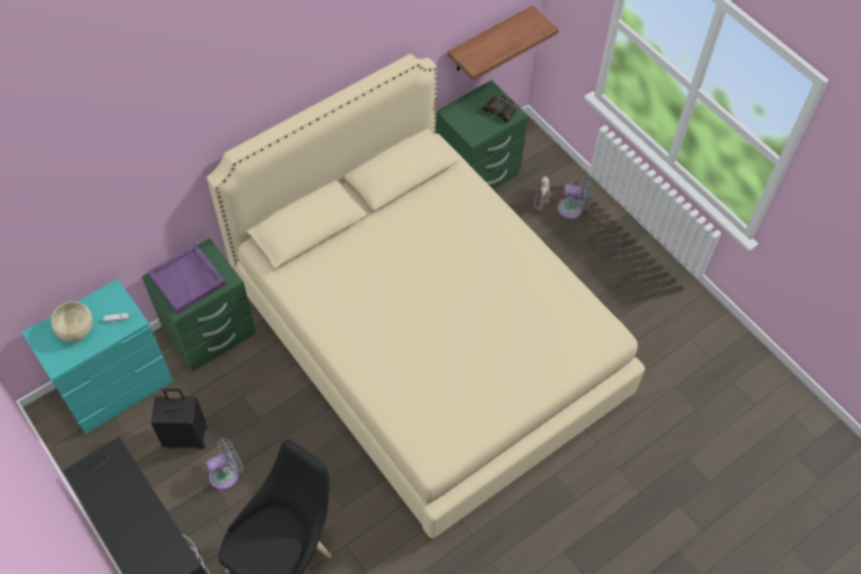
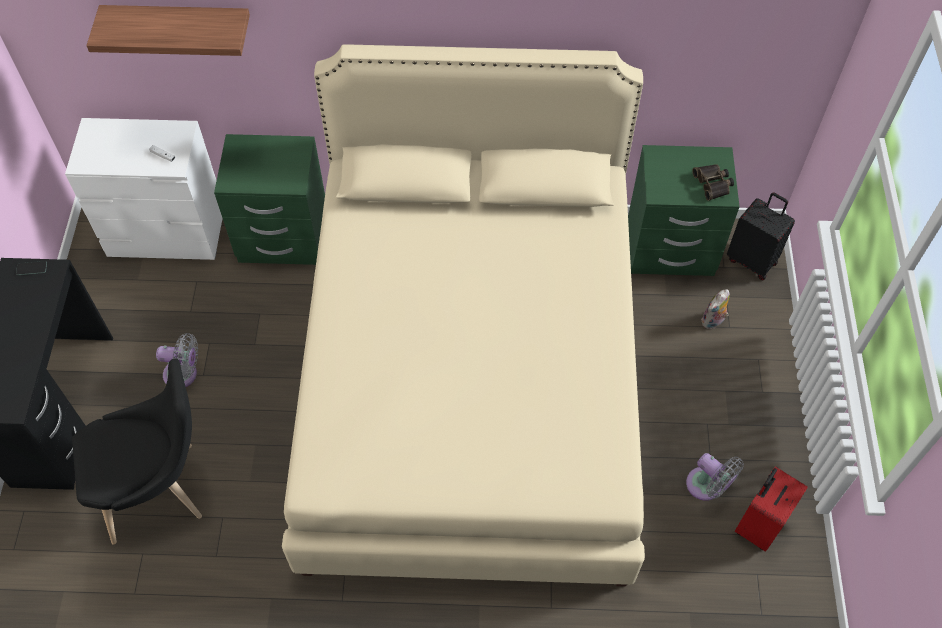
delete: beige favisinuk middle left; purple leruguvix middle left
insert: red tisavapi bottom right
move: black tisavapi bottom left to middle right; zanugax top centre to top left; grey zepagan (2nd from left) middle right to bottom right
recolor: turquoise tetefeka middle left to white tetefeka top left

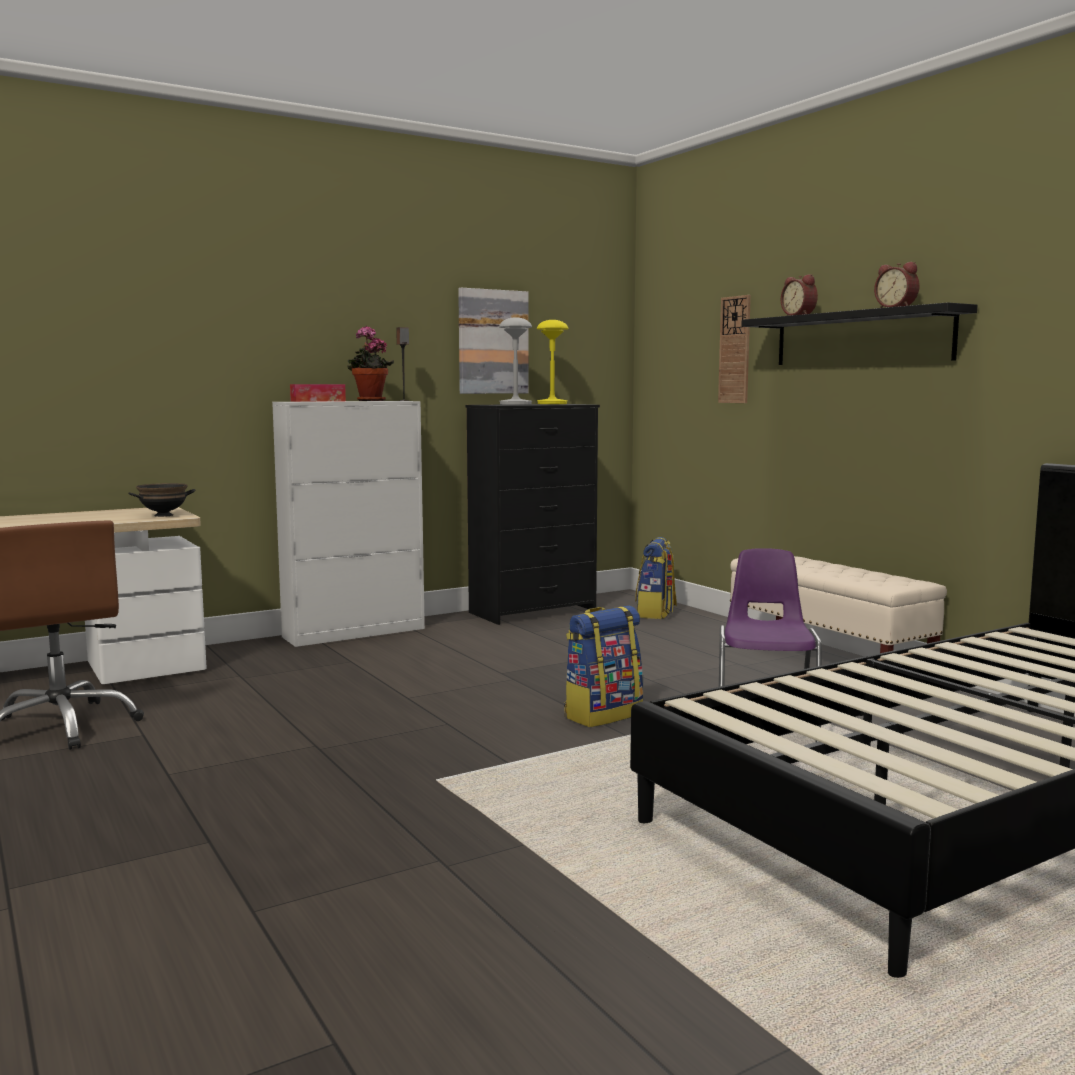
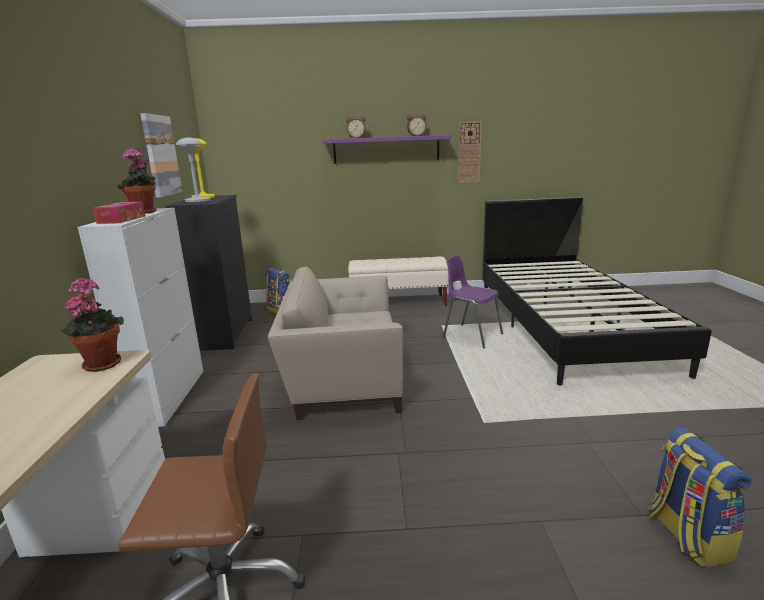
insert: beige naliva centre
move: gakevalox (1st from left in the first image) centre to gakevalox (2nd from left) bottom right; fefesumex top right to top centre
replace: black favisinuk middle left to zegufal (1st from left) middle left
recolor: black zanugax top right to purple zanugax top centre

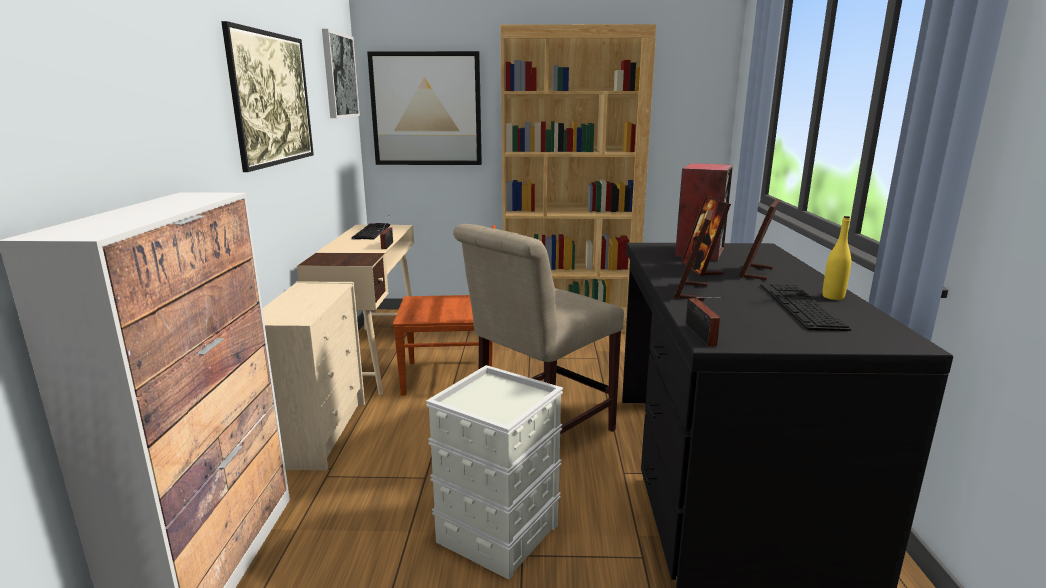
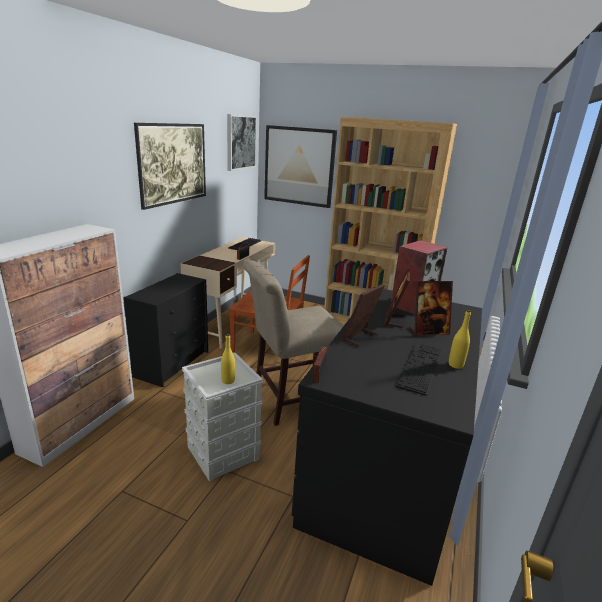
insert: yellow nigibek (1st from left) centre
recolor: beige tetefeka middle left to black tetefeka middle left
rotate: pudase (3rd from left) middle right = middle right 150 degrees counterclockwise

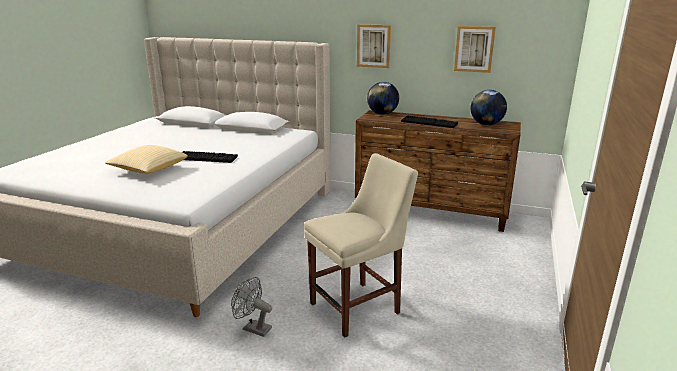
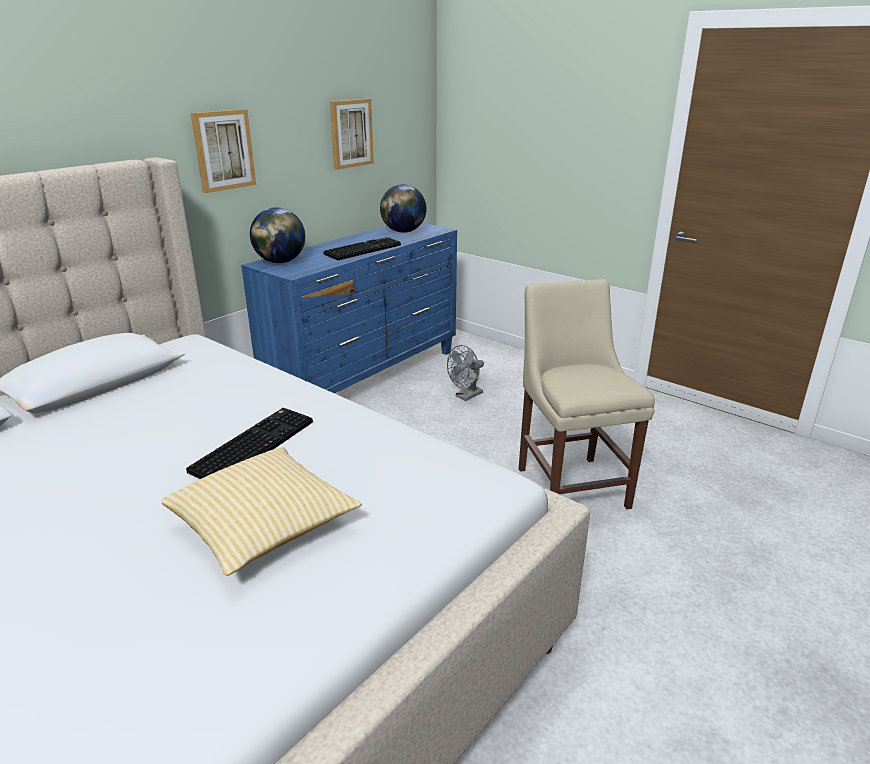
move: grey zepagan bottom centre to centre
recolor: brown tetefeka centre to blue tetefeka centre

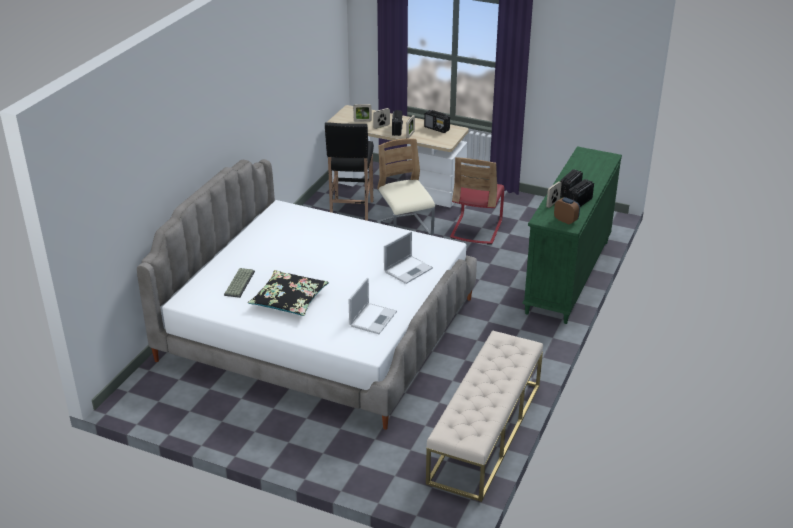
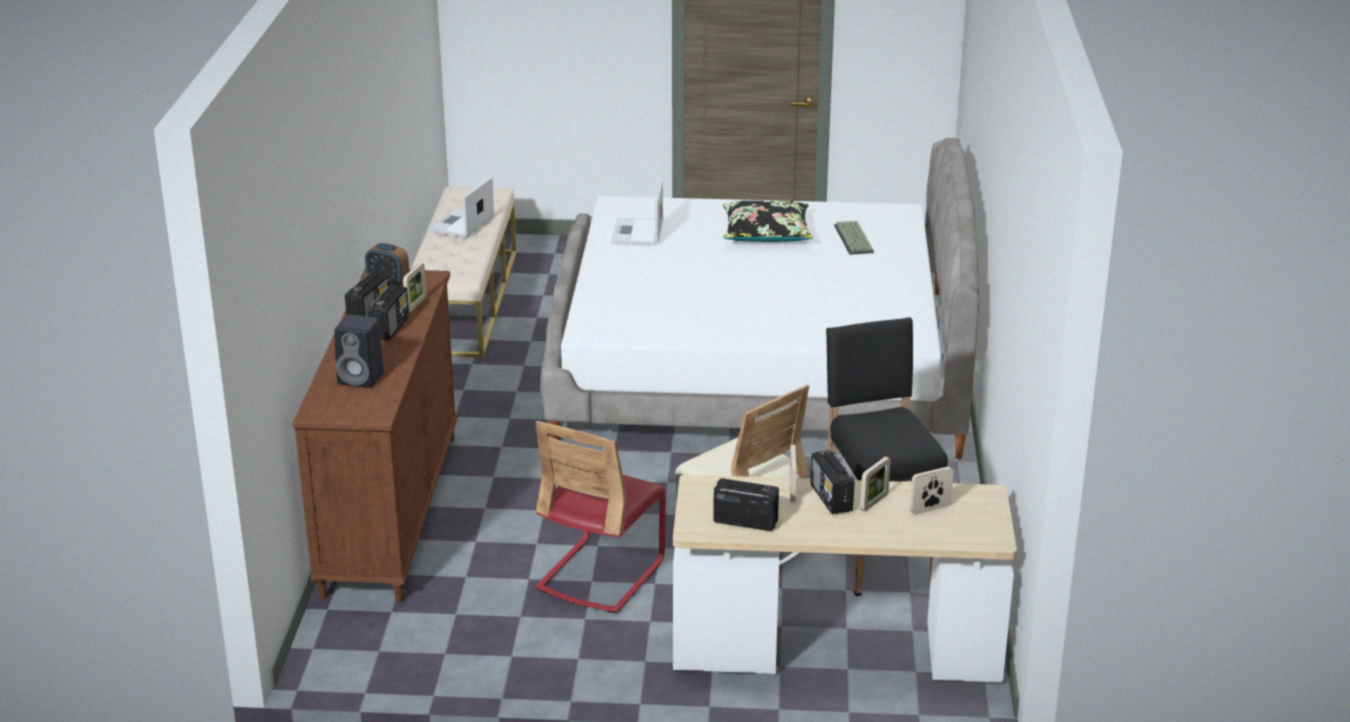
insert: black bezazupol middle left
move: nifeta (2nd from left in the first image) centre to nifeta (1st from left) top centre
recolor: green tetefeka middle right to brown tetefeka middle left
rotate: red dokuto centre = bottom centre 150 degrees counterclockwise

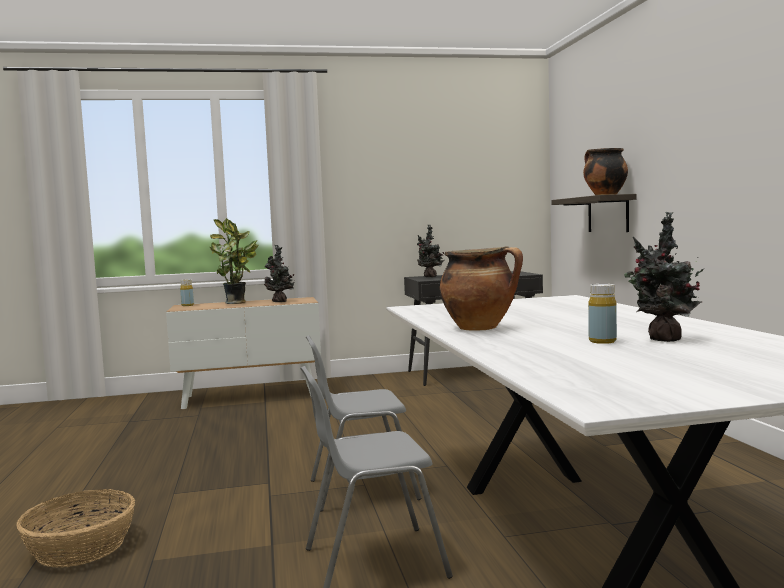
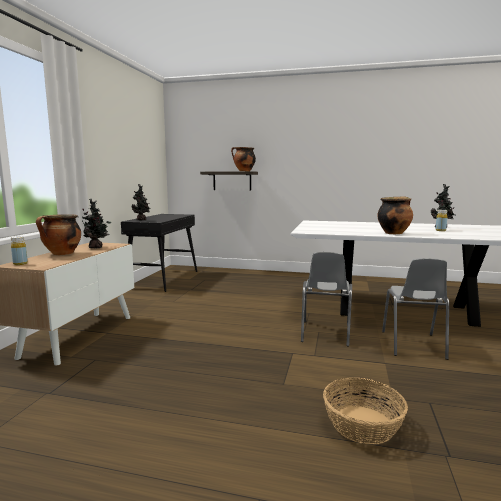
replace: zegufal (1st from left) middle left to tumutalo (1st from left) middle left

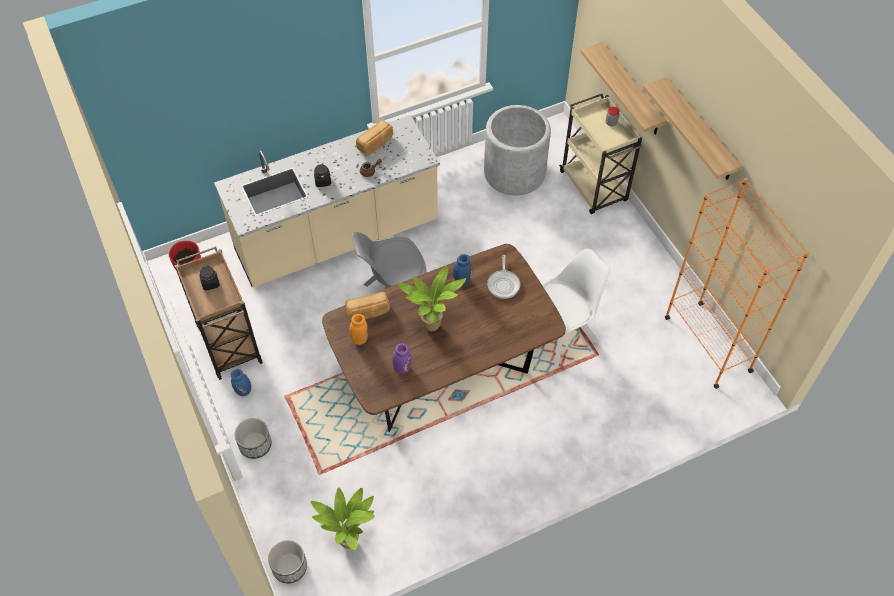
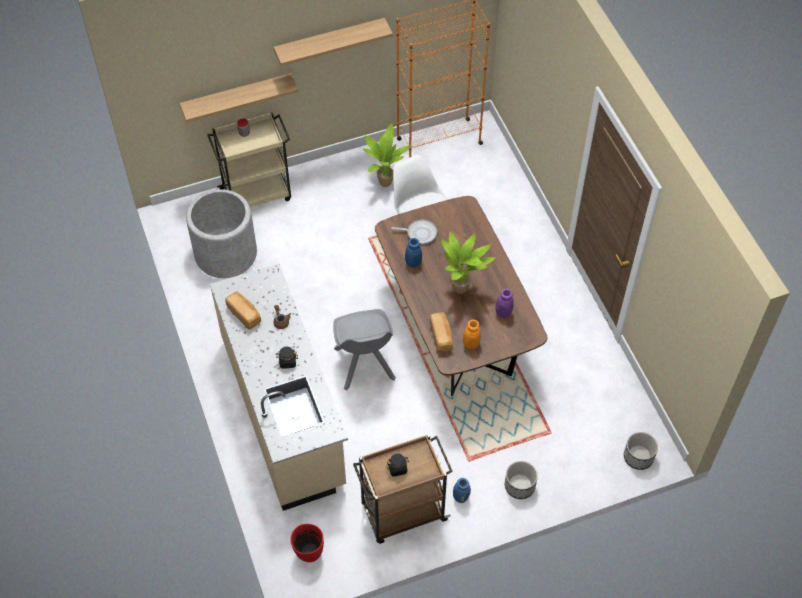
move: zegufal (1st from left) bottom centre to top centre

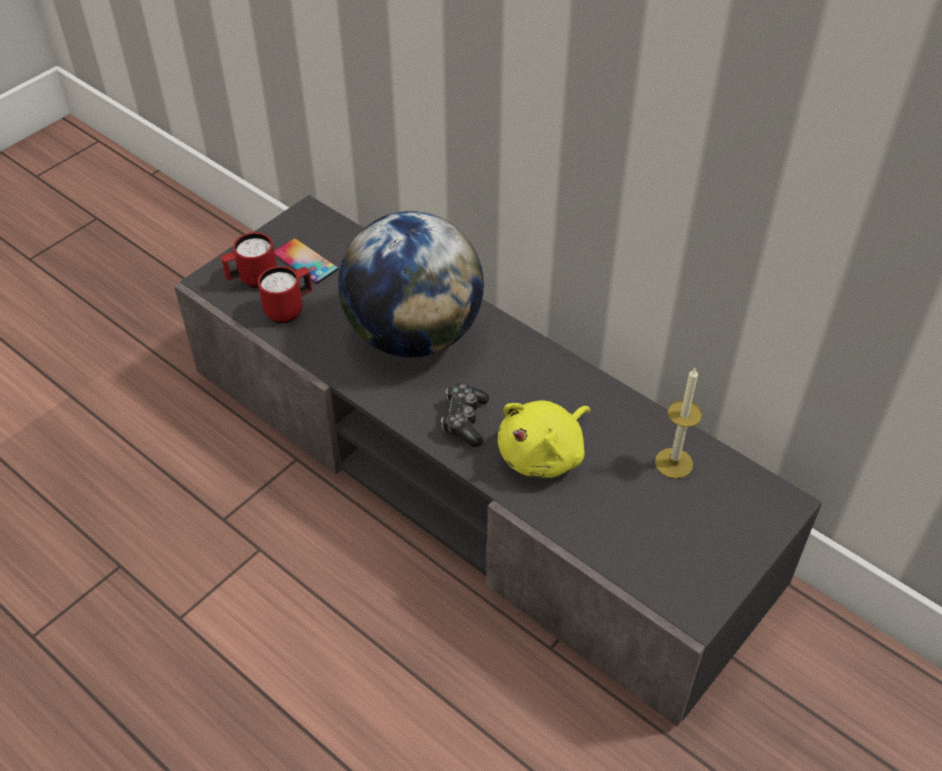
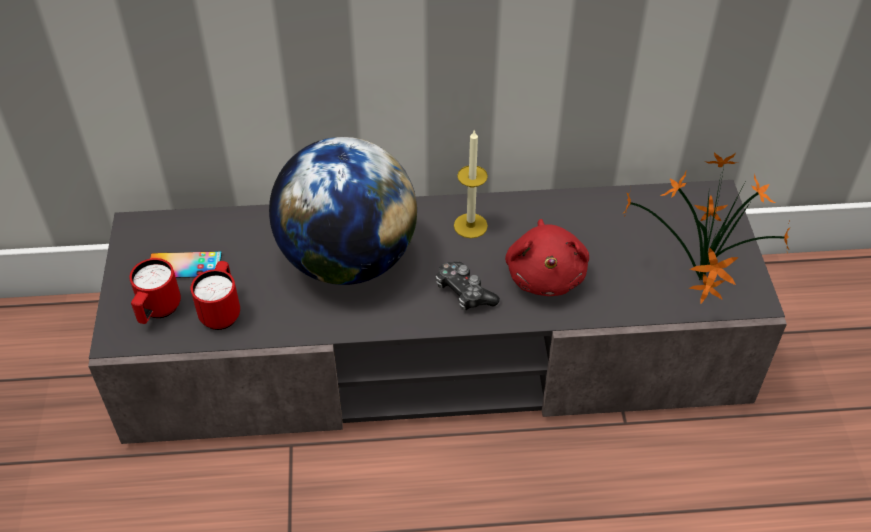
insert: zegufal middle right
move: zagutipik middle right to centre
recolor: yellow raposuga centre to red raposuga centre

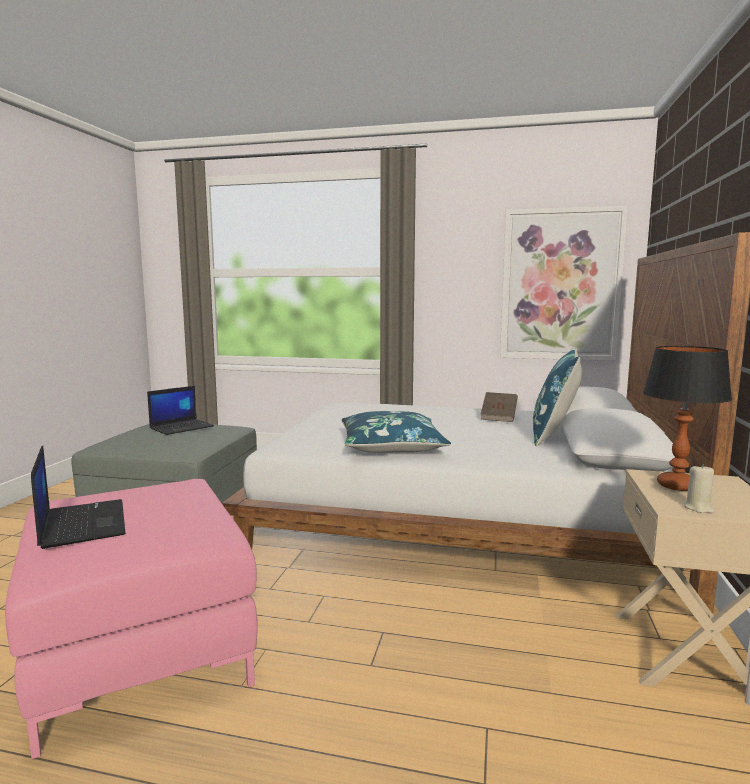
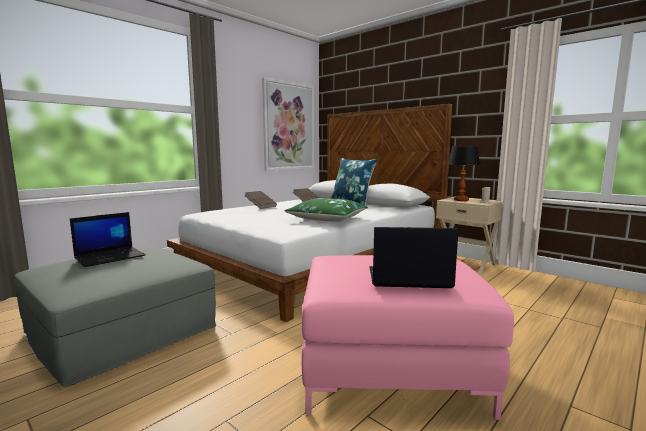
insert: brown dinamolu (1st from left) centre
recolor: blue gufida (1st from left) centre to green gufida centre
rotate: nifeta (2nd from left in the first image) middle left = middle left 60 degrees clockwise

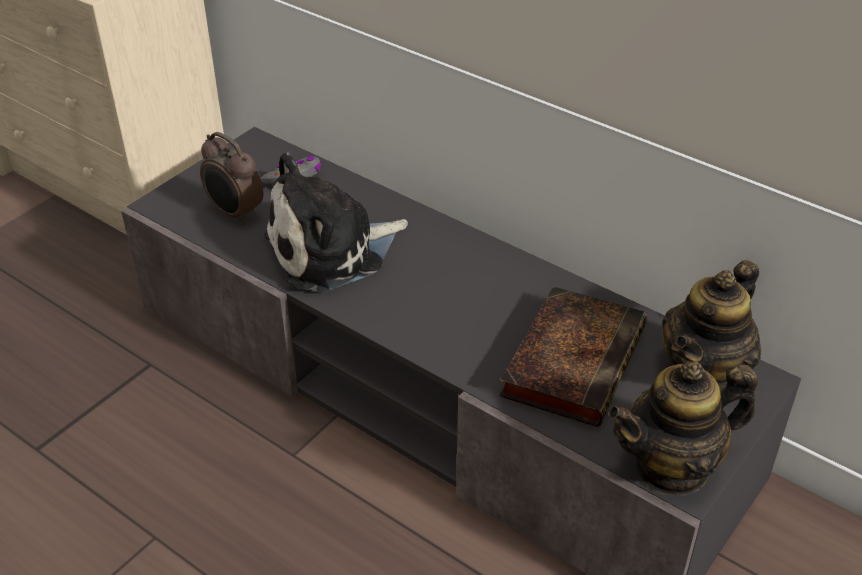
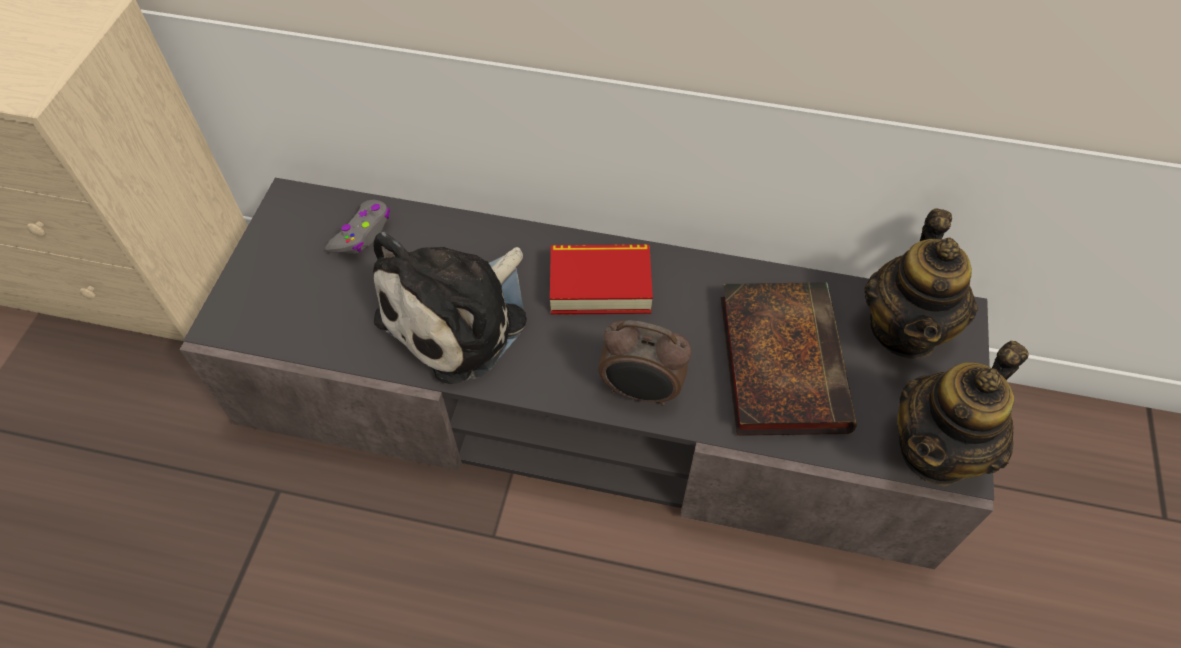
insert: dinamolu (1st from left) centre
move: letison top left to centre

